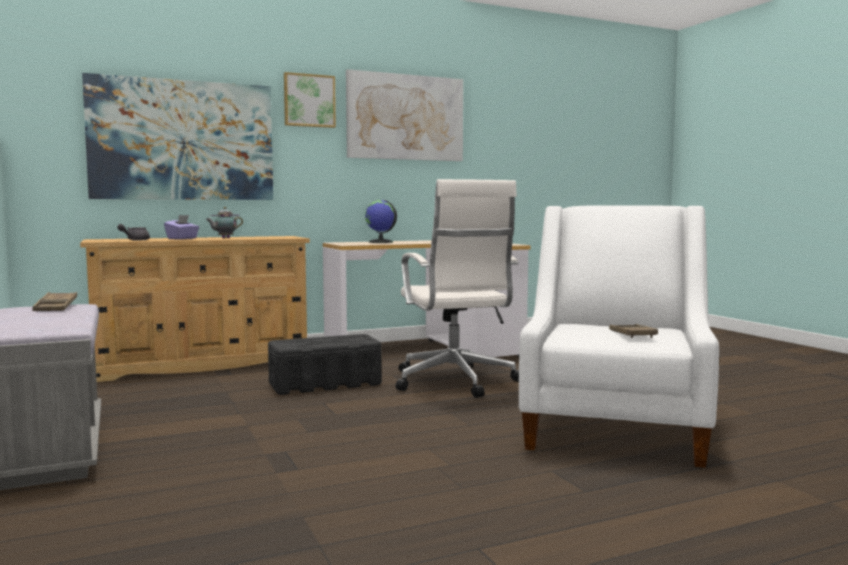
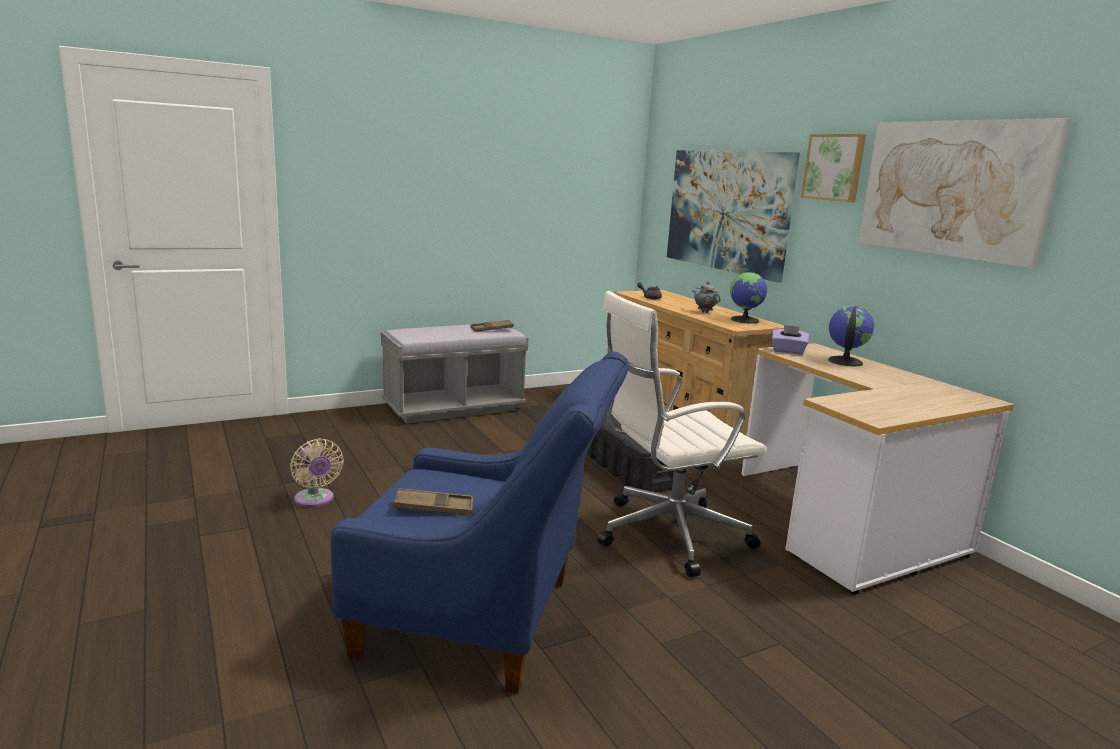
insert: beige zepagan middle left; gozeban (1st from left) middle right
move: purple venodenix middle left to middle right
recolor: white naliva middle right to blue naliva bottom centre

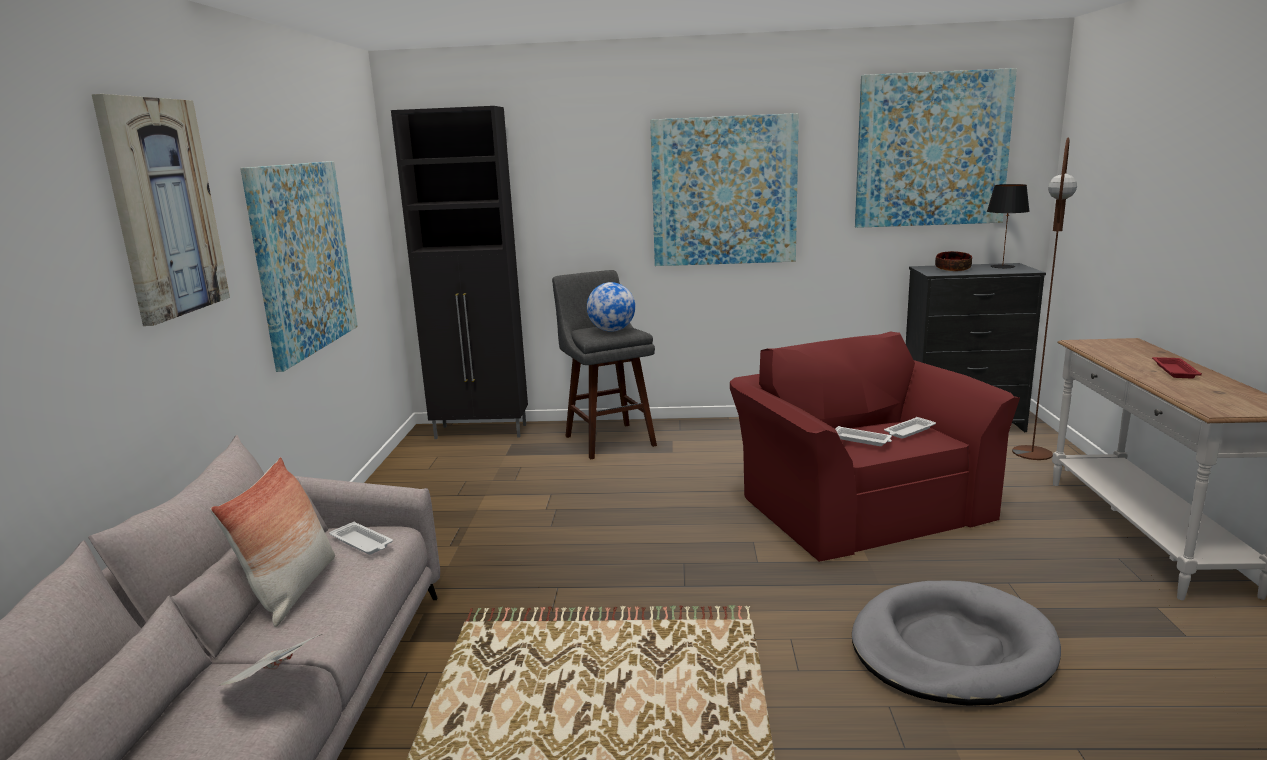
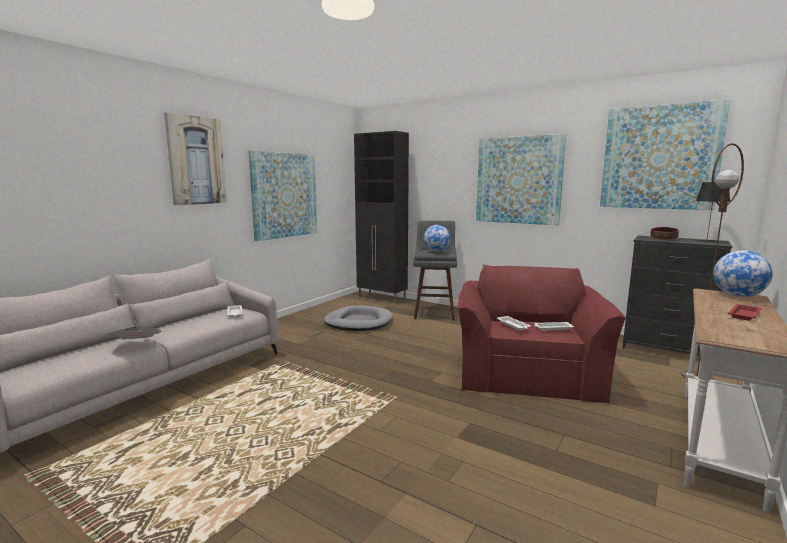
delete: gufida bottom left
insert: gozeban (2nd from left) middle right
move: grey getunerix bottom right to centre

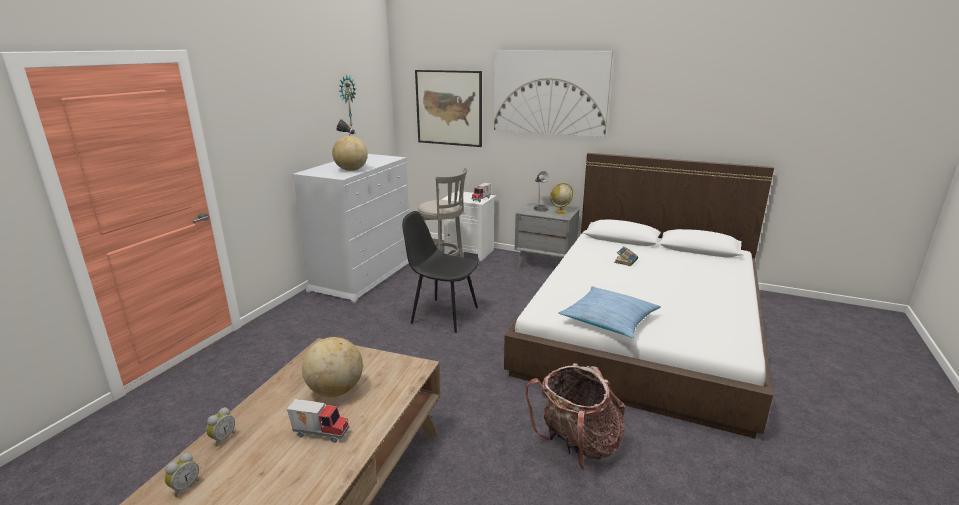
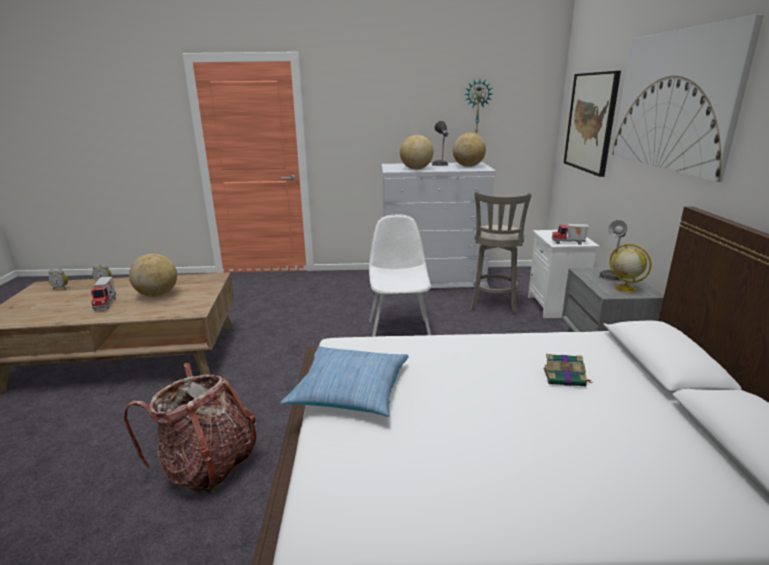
insert: gozeban (3rd from left) top centre
recolor: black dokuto centre to white dokuto centre

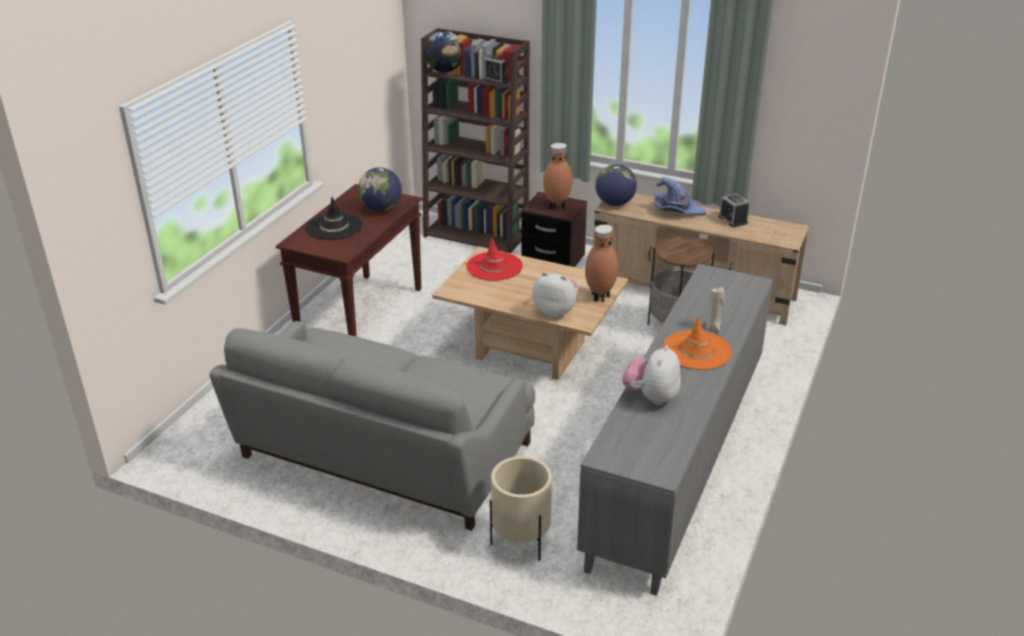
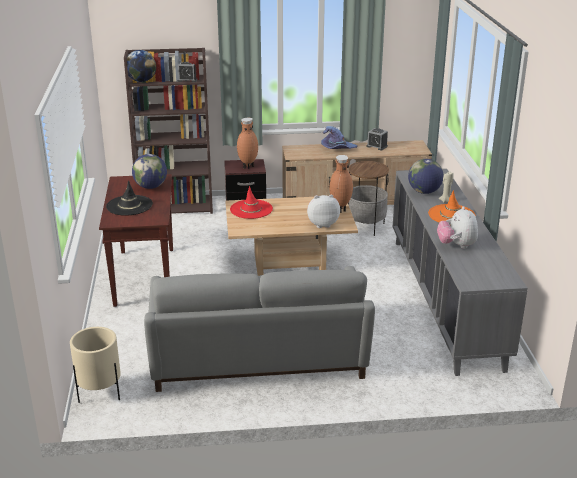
move: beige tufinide bottom centre to bottom left; gozeban (3rd from left) top centre to middle right

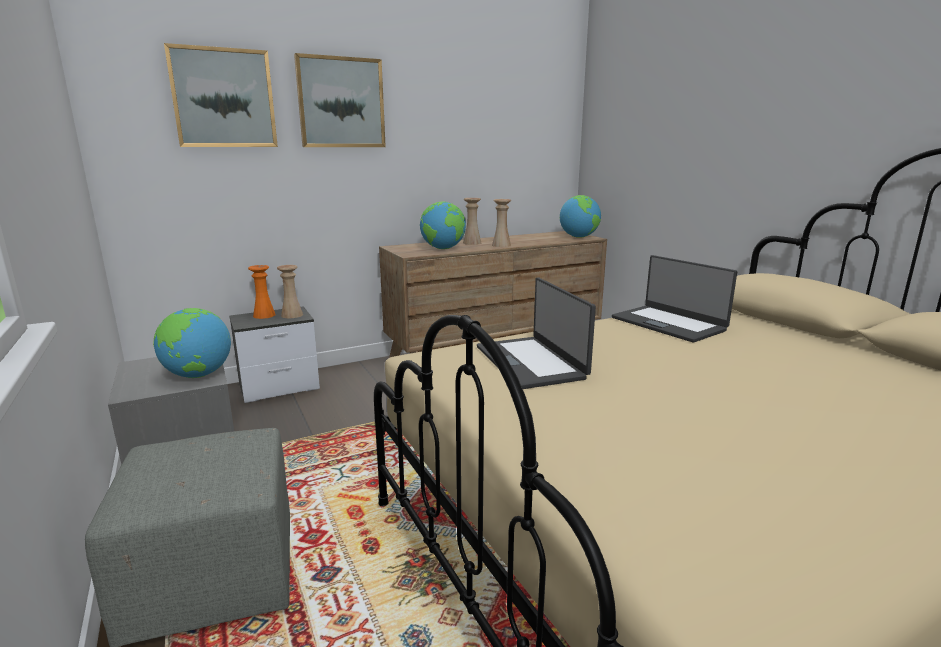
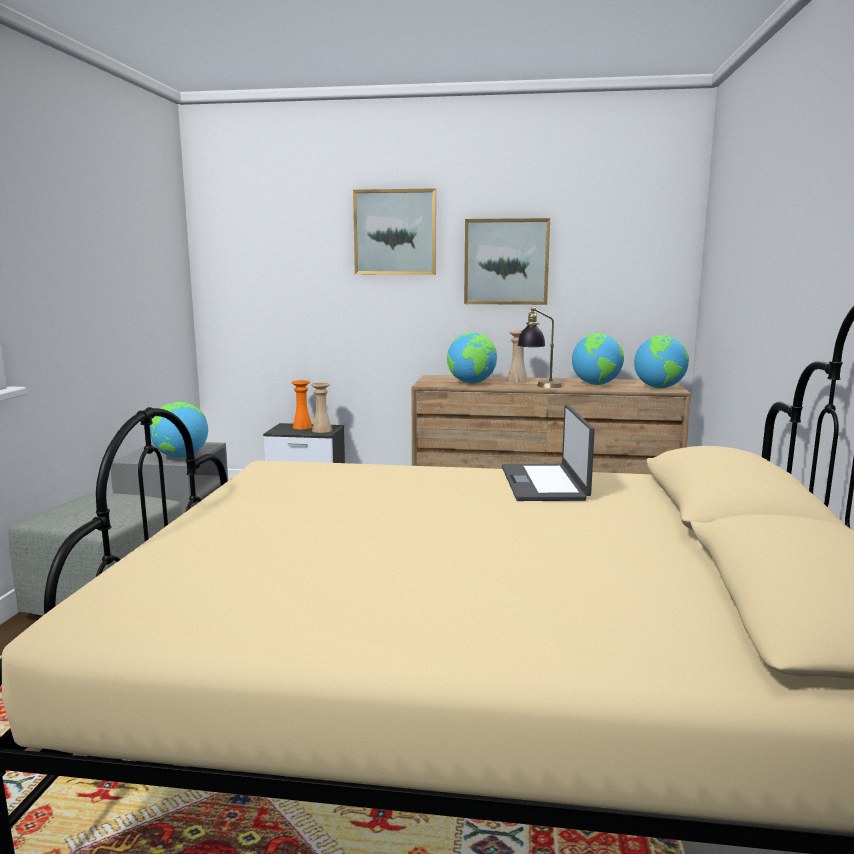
delete: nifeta (1st from left) centre
insert: gozeban (3rd from left) middle right
move: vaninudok (1st from left in the first image) top left to vaninudok (2nd from left) top centre
replace: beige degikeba (3rd from left) centre to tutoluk centre

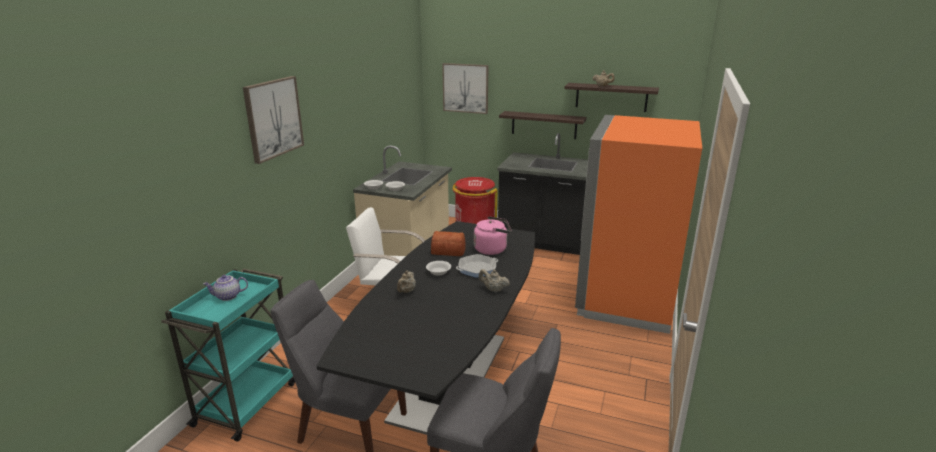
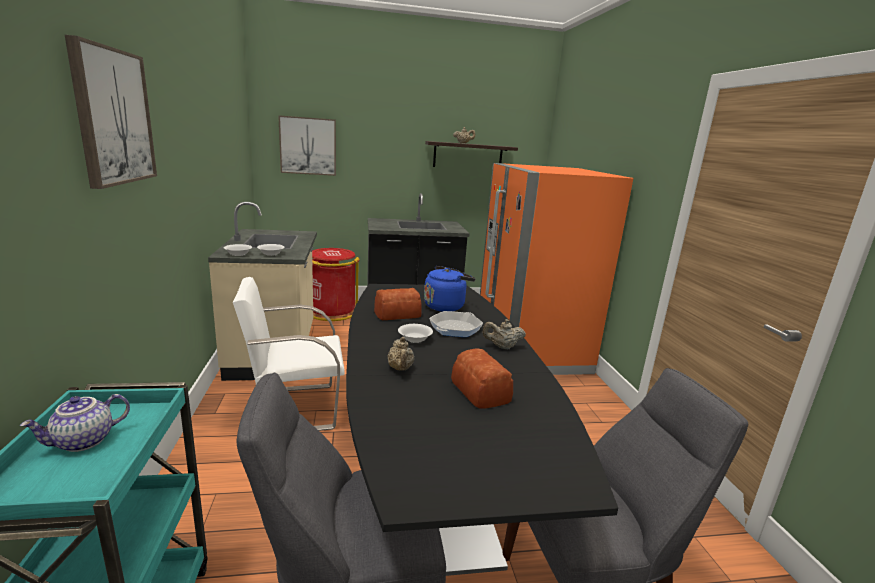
delete: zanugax (1st from left) top centre
insert: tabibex (2nd from left) centre
recolor: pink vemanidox centre to blue vemanidox centre

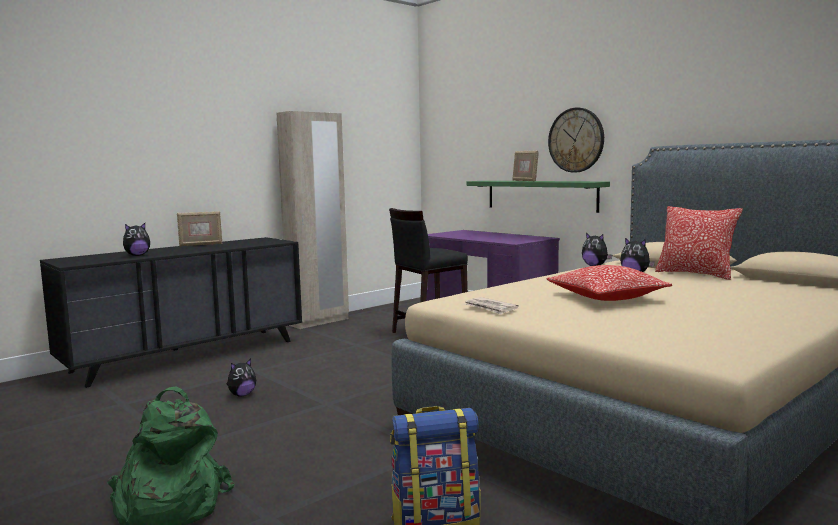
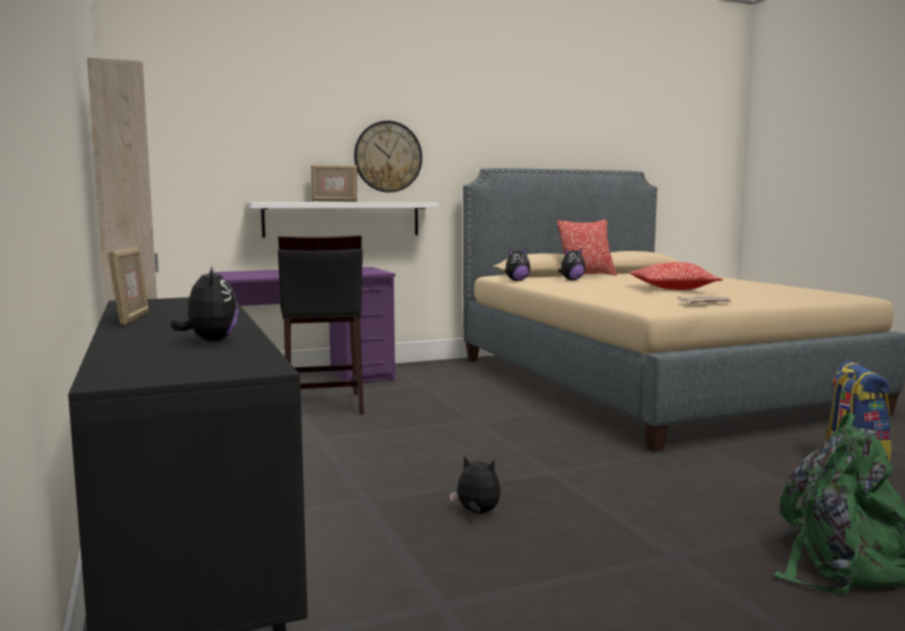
recolor: green zanugax centre to white zanugax centre
rotate: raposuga (2nd from left) bottom left = bottom centre 45 degrees counterclockwise

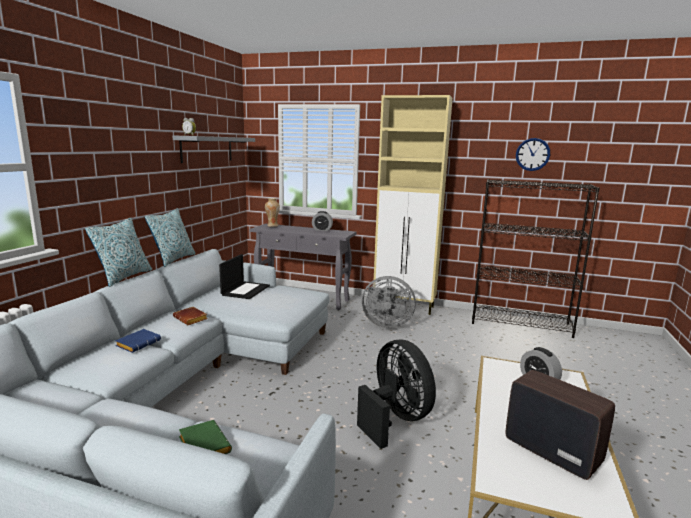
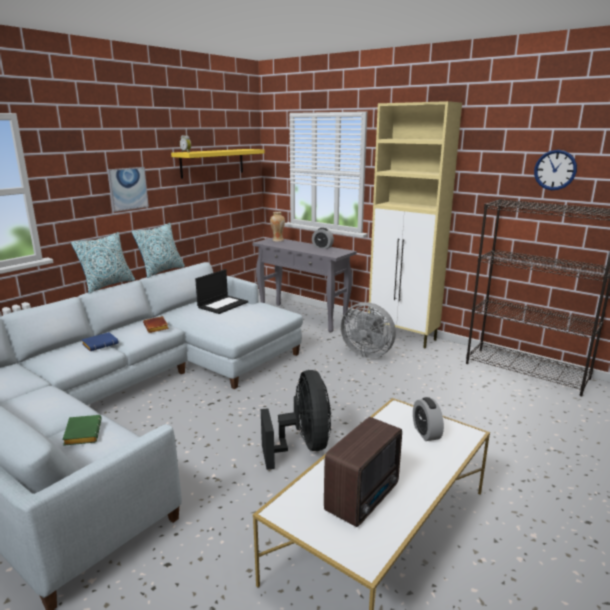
insert: vaninudok top left
recolor: grey zanugax top left to yellow zanugax top centre
rotate: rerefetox bottom right = bottom centre 60 degrees clockwise

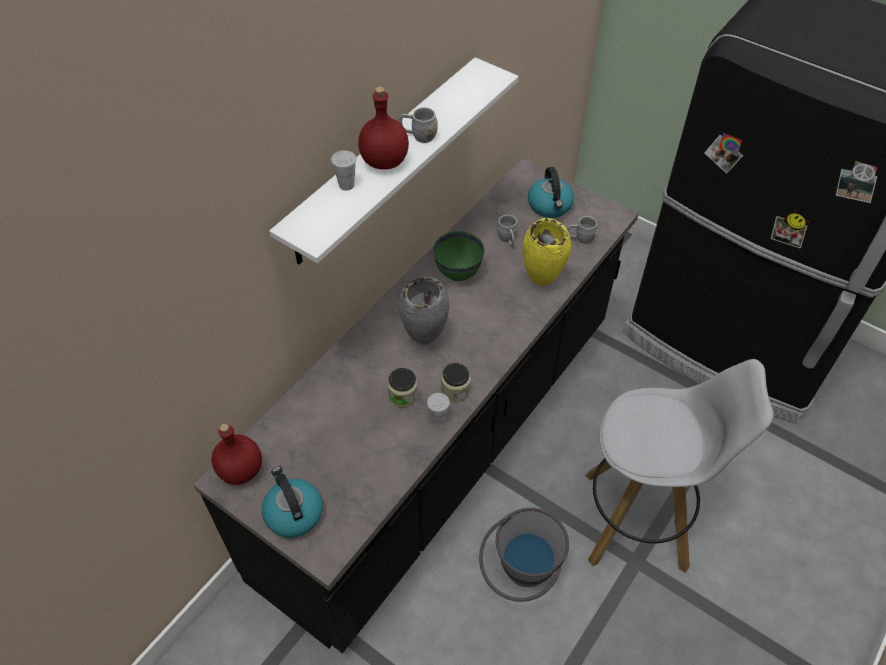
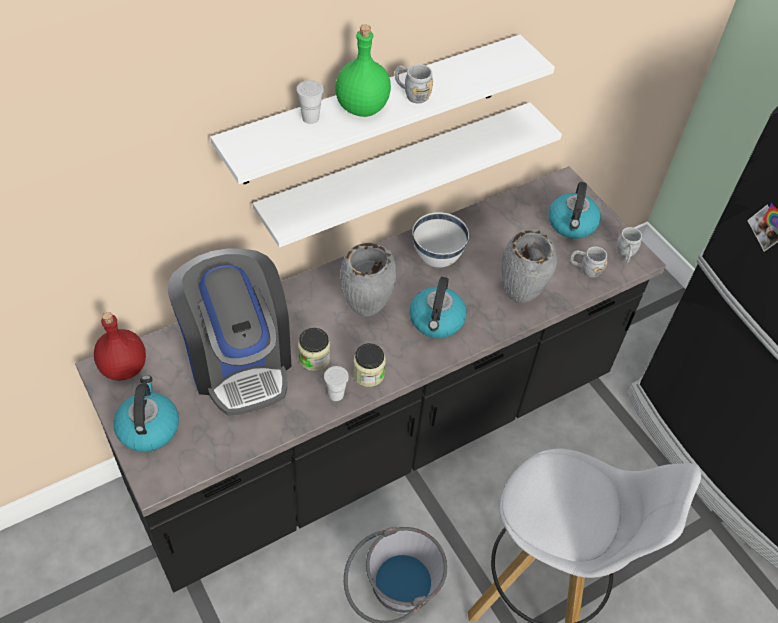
insert: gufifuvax middle left; white zanugax (2nd from left) top centre; vemanidox (2nd from left) centre
move: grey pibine (2nd from left in the first image) centre to grey pibine (3rd from left) middle right
recolor: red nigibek (2nd from left) top centre to green nigibek top centre; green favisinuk centre to white favisinuk centre; yellow degikeba centre to grey degikeba (2nd from left) middle right

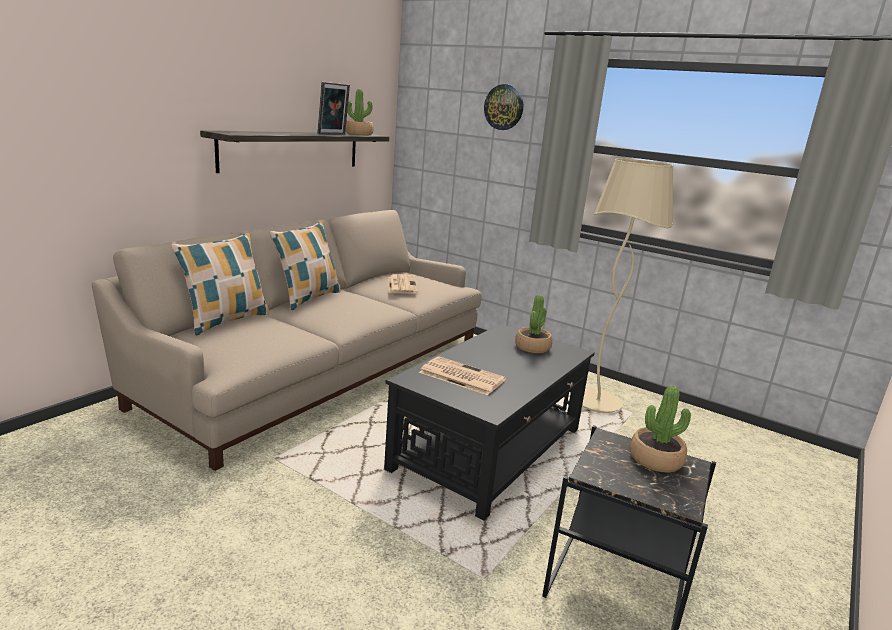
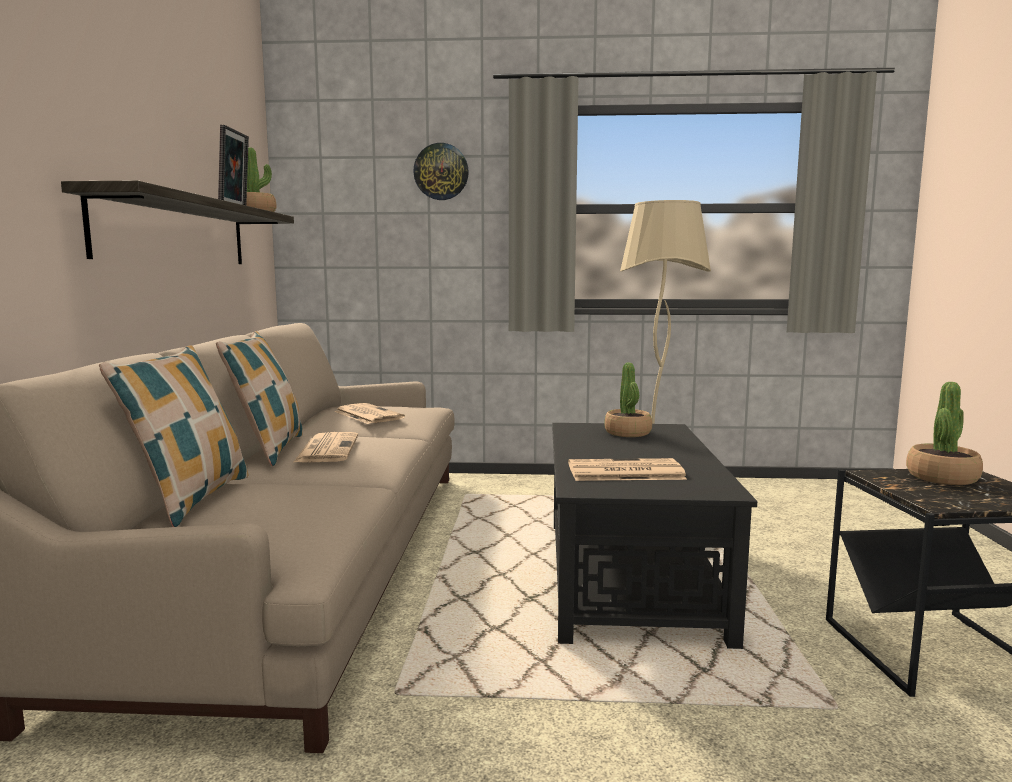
insert: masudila (1st from left) middle left

